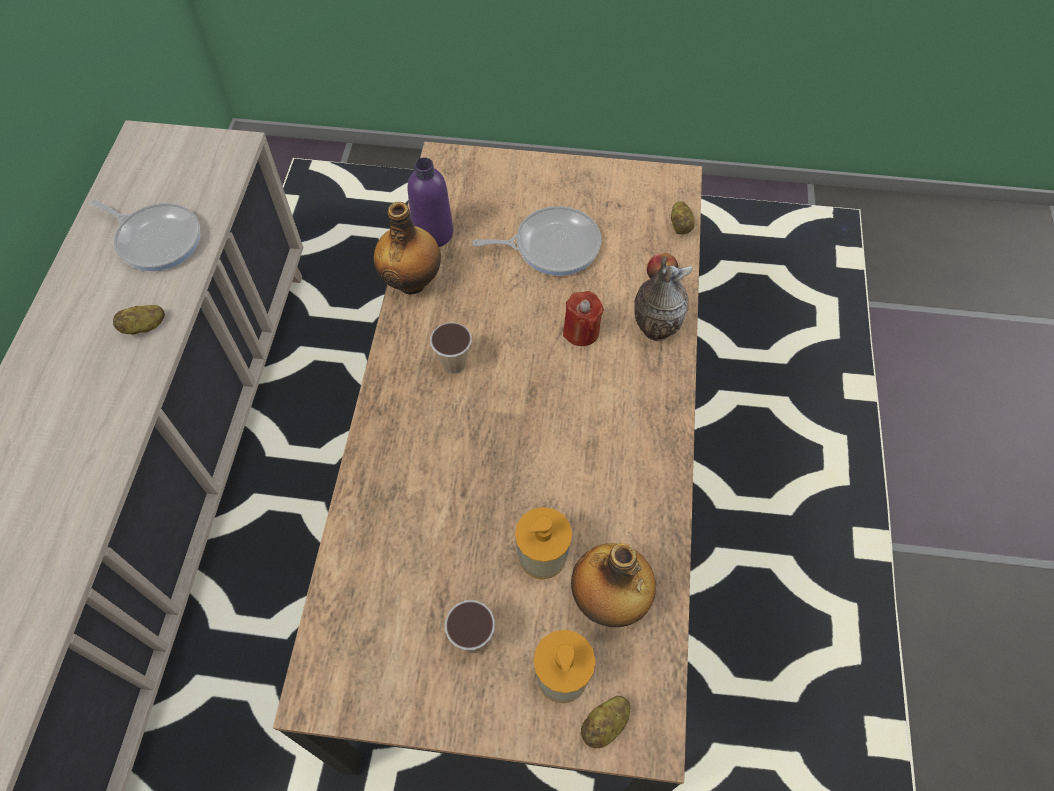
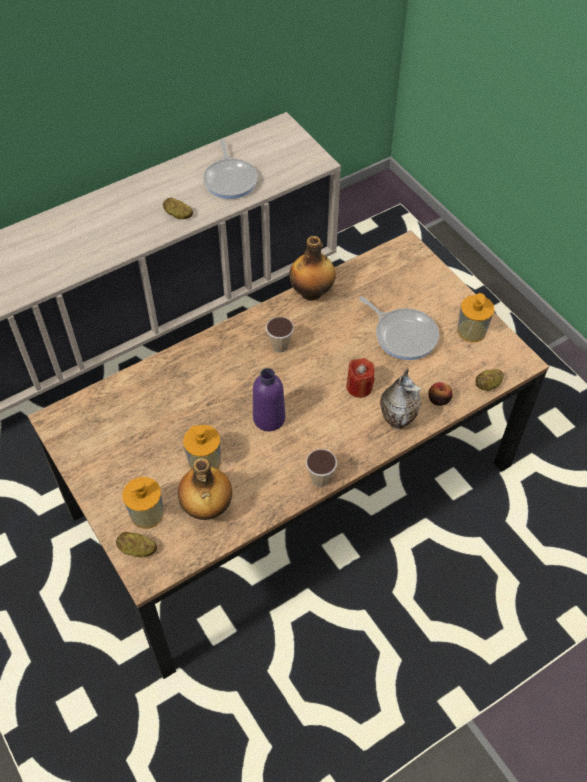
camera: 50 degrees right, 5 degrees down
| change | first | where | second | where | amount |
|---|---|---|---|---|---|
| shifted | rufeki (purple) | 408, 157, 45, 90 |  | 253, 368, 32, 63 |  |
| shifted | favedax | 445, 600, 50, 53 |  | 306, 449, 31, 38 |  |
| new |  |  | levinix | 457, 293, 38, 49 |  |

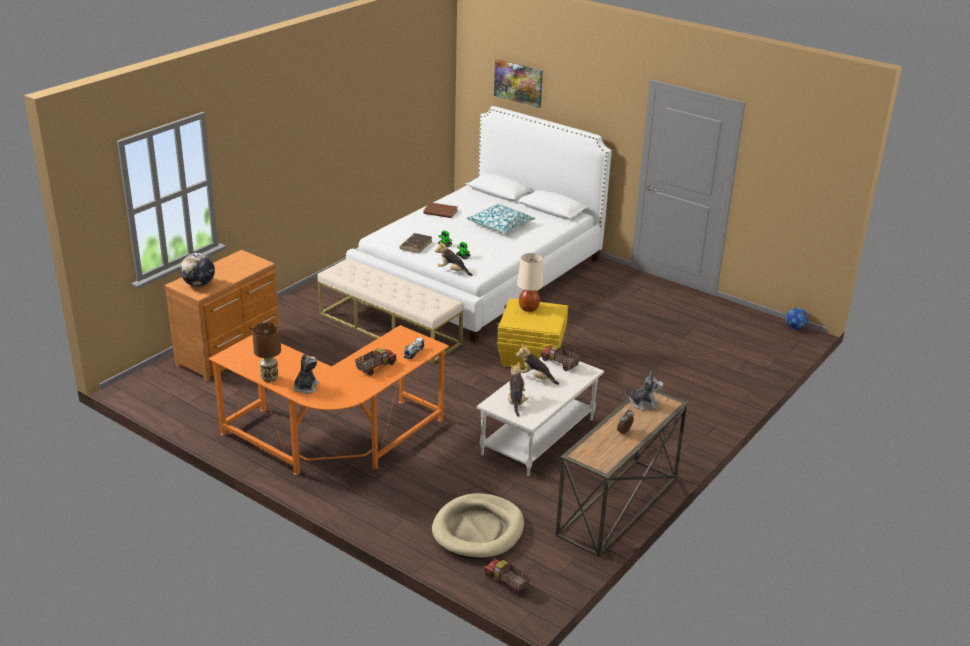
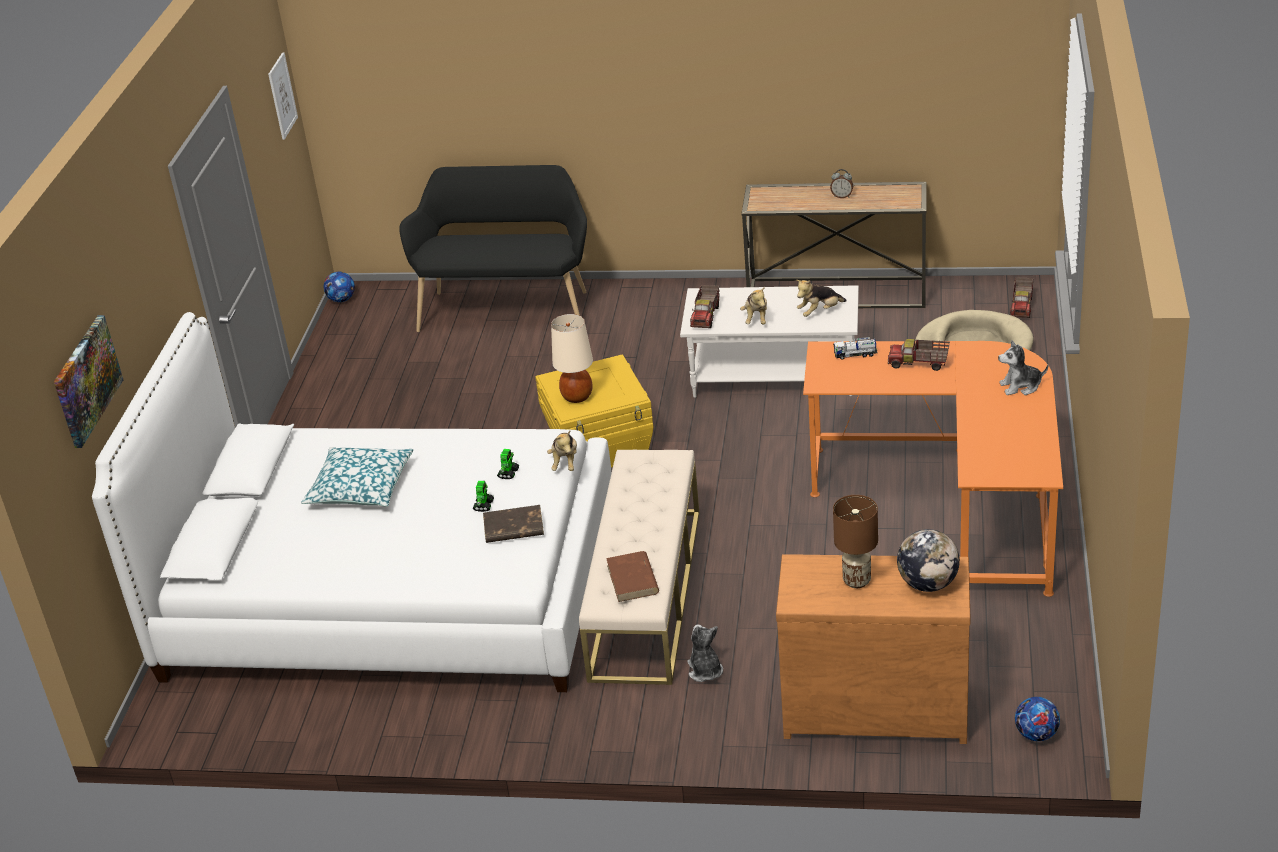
camera: 115 degrees left, 5 degrees up
| change | first | where | second | where | amount |
|---|---|---|---|---|---|
| new |  |  | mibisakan | 268, 52, 30, 88 |  |
| new |  |  | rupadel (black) | 399, 165, 188, 167 |  |
| shifted | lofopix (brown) | 423, 202, 34, 16 |  | 606, 551, 53, 51 |  |
| shifted | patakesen | 625, 372, 39, 39 |  | 687, 625, 36, 57 |  |
| shifted | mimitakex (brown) | 252, 322, 29, 60 |  | 833, 495, 45, 93 |  |
| new |  |  | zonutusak | 1015, 697, 45, 44 |  |

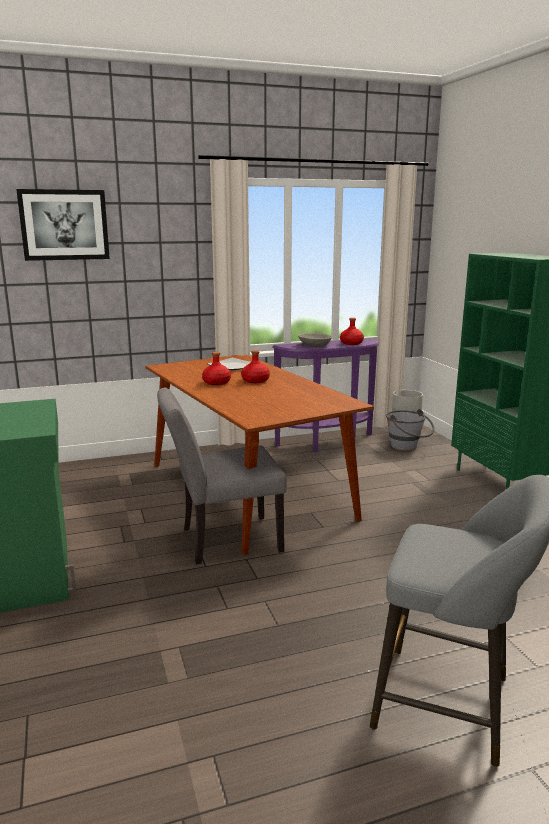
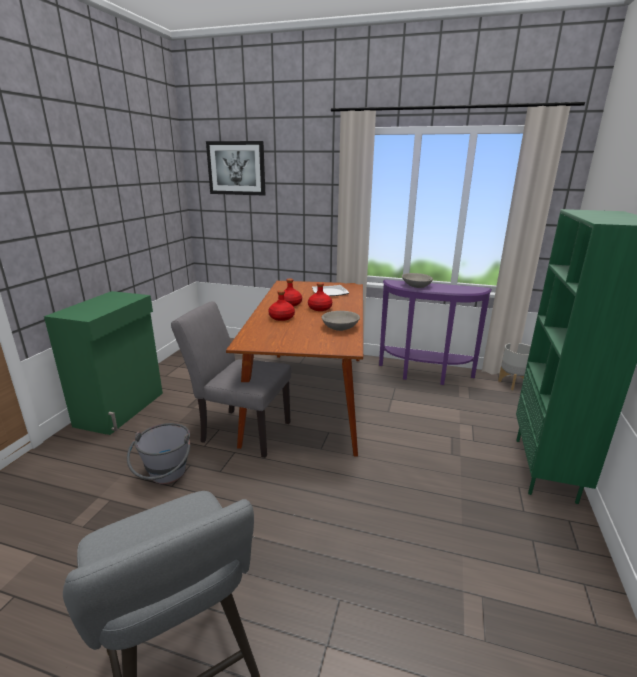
camera: 35 degrees right, 5 degrees up
| change | first | where | second | where | amount |
|---|---|---|---|---|---|
| shifted | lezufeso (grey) | 386, 409, 49, 42 |  | 127, 423, 63, 61 |  |
| shifted | rufeki (red) | 340, 318, 24, 27 |  | 269, 290, 26, 31 |  |
| new |  |  | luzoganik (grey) | 321, 311, 39, 20 |  |

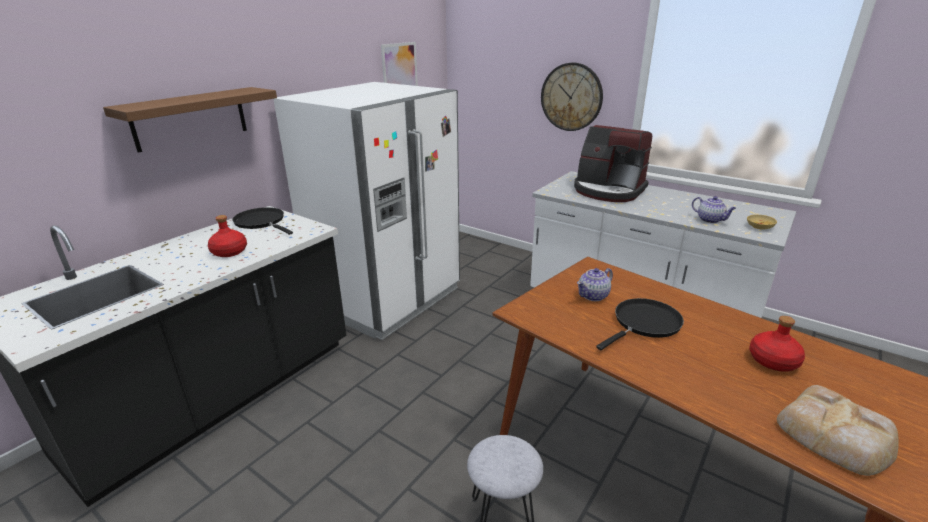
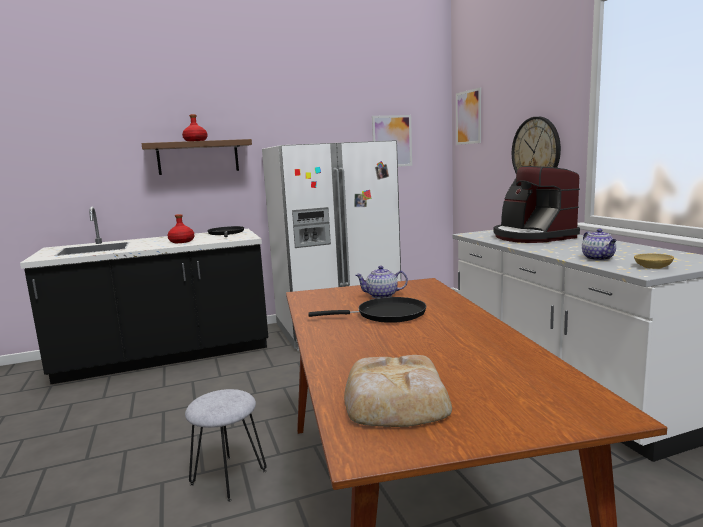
camera: 35 degrees right, 15 degrees down
| change | first | where | second | where | amount |
|---|---|---|---|---|---|
| shifted | rufeki (red) | 749, 316, 56, 56 |  | 182, 114, 26, 27 |  |
| new |  |  | mibisakan | 456, 87, 25, 58 |  |

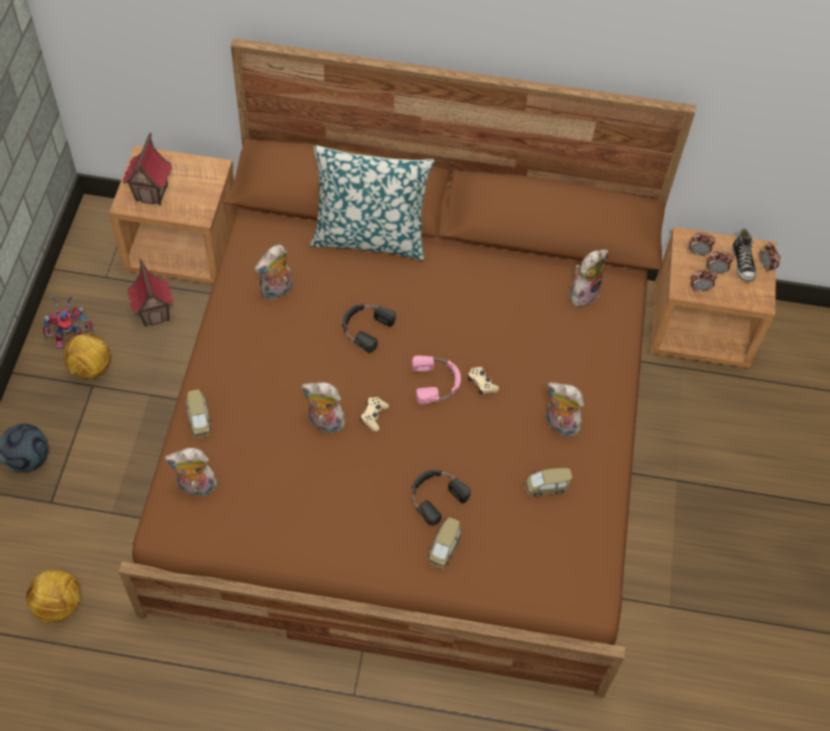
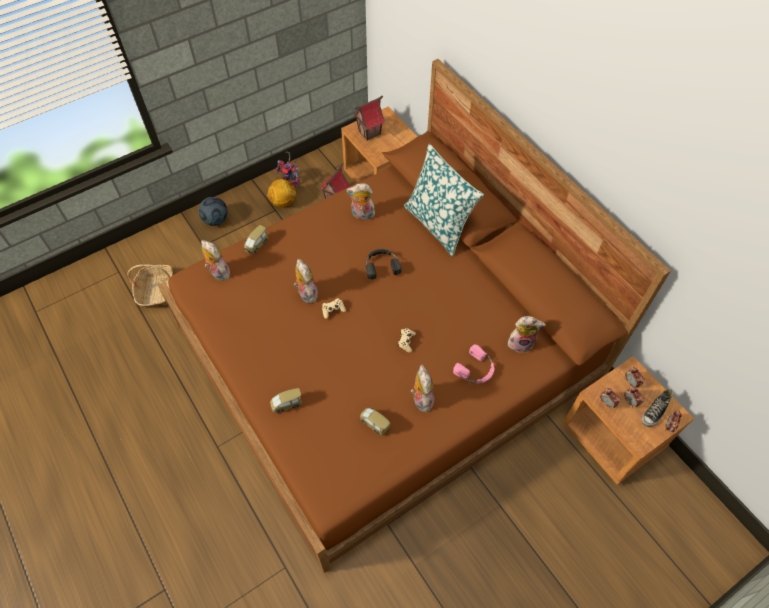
camera: 50 degrees right, 0 degrees up
| change | first | where | second | where | amount |
|---|---|---|---|---|---|
| swapped | zonutusak | 26, 569, 54, 54 | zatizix | 127, 264, 46, 43 |  |
| shifted | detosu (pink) | 412, 355, 49, 50 |  | 453, 344, 42, 40 |  |
| gone | detosu (black) | 412, 470, 59, 56 |  |  |  |

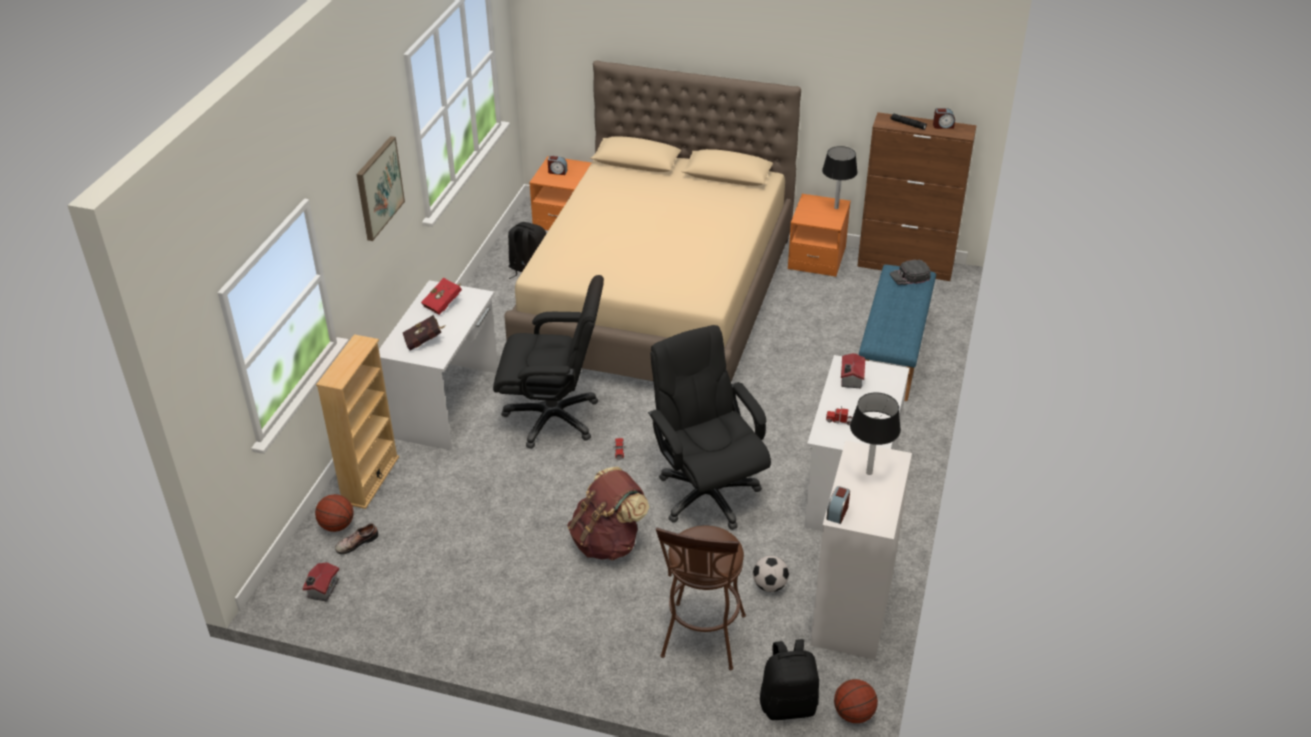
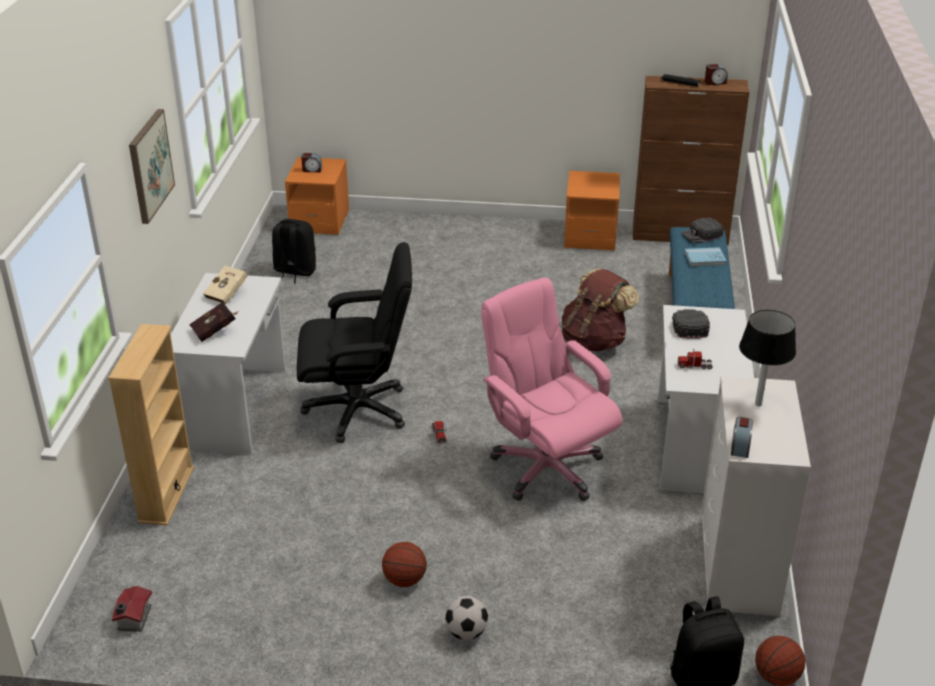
camera: 10 degrees left, 5 degrees down
| change | first | where | second | where | amount |
|---|---|---|---|---|---|
| repainted | lofopix (red) | 421, 278, 41, 37 | lofopix (beige) | 203, 266, 44, 39 |  |
| shifted | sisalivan | 315, 494, 39, 38 |  | 382, 542, 45, 45 |  |
| shifted | zonutusak | 753, 556, 36, 36 |  | 445, 596, 43, 44 |  |
| repainted | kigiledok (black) | 648, 325, 123, 205 | kigiledok (pink) | 481, 278, 141, 223 |  |
| shifted | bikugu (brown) | 567, 467, 82, 93 |  | 562, 268, 77, 84 |  |
| swapped | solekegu | 841, 353, 24, 36 | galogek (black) | 672, 309, 38, 30 |  |
| new |  |  | lofopix (blue) | 685, 247, 41, 20 |  |
| gone | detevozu | 335, 523, 43, 32 |  |  |  |
| gone | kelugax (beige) | 504, 60, 297, 322 |  |  |  |
| gone | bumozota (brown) | 656, 526, 90, 144 |  |  |  |
| gone | mimitakex (black) | 822, 146, 36, 63 |  |  |  |

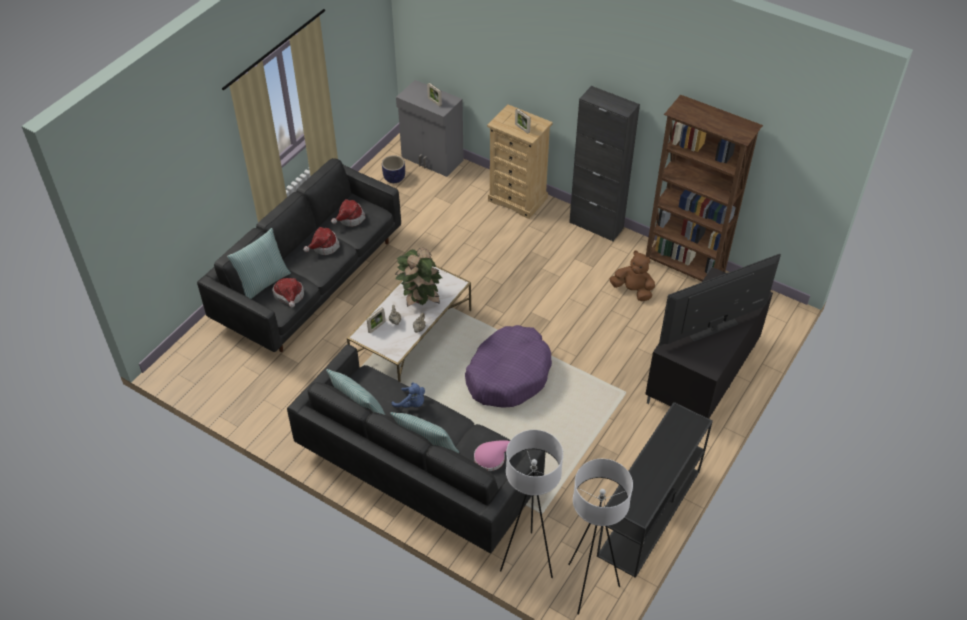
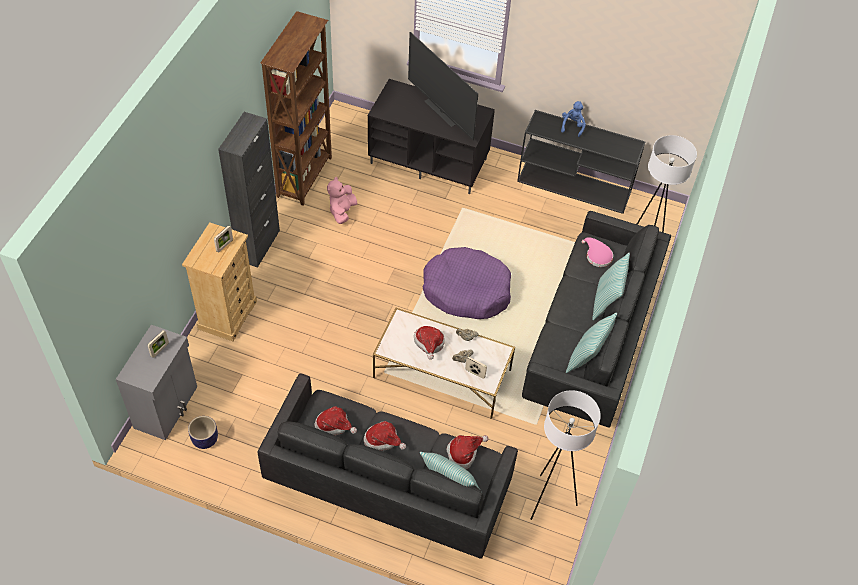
camera: 105 degrees left, 5 degrees up
| change | first | where | second | where | amount |
|---|---|---|---|---|---|
| repainted | patakesen (brown) | 610, 251, 45, 50 | patakesen (pink) | 327, 177, 30, 47 |  |
| swapped | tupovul | 395, 248, 47, 59 | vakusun | 414, 326, 31, 34 |  |
| shifted | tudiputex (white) | 568, 459, 65, 156 |  | 530, 390, 71, 130 |  |
| shifted | patakesen (blue) | 392, 382, 33, 26 |  | 561, 101, 25, 36 |  |

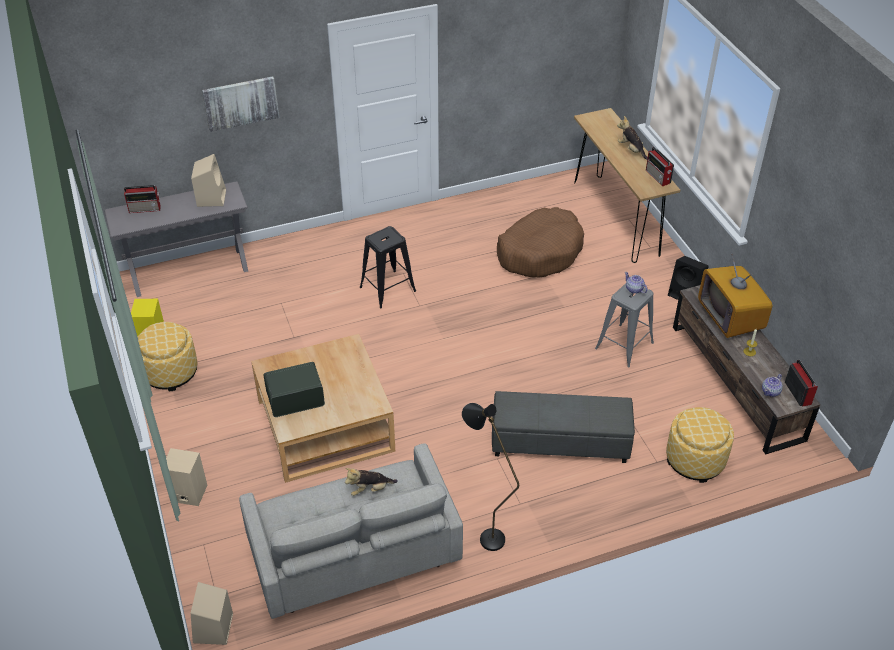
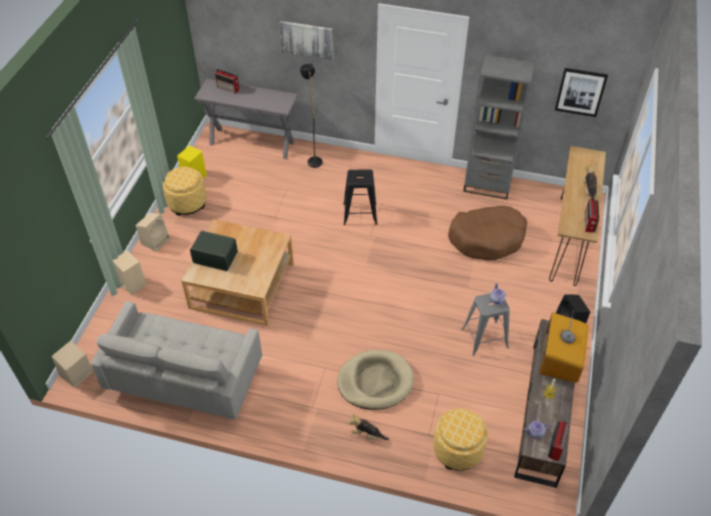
camera: 35 degrees right, 5 degrees up
| change | first | where | second | where | amount |
|---|---|---|---|---|---|
| shifted | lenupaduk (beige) | 191, 154, 35, 53 |  | 136, 213, 34, 39 |  |
| shifted | tudiputex (black) | 462, 403, 57, 148 |  | 300, 63, 22, 105 |  |
| swapped | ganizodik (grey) | 492, 391, 143, 72 | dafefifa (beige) | 337, 350, 77, 60 |  |
| shifted | patakesen | 345, 468, 53, 28 |  | 348, 414, 41, 26 |  |
| new |  |  | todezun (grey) | 463, 54, 72, 146 |  |
| new |  |  | mibisakan | 555, 68, 53, 49 |  |

